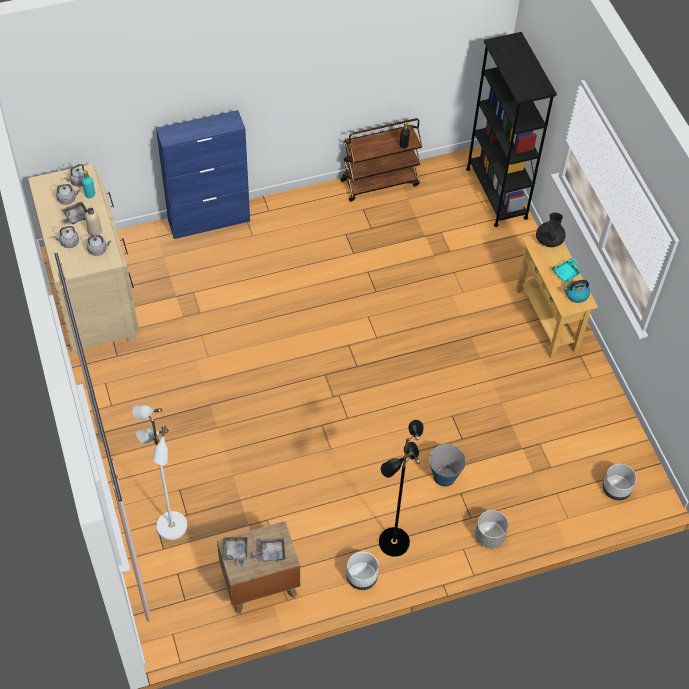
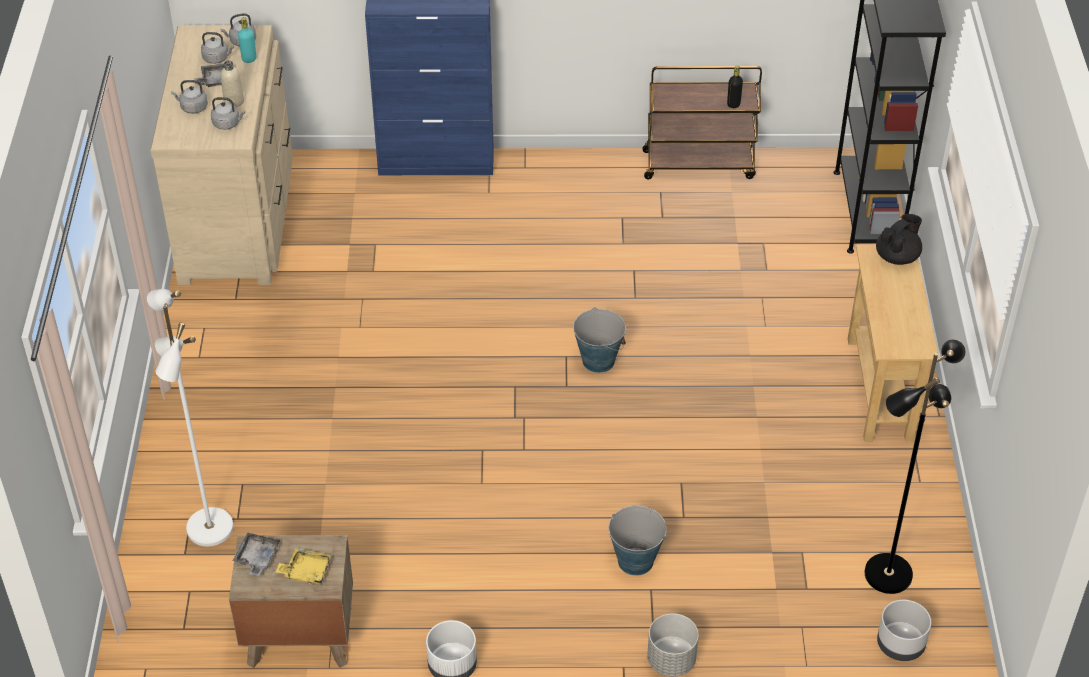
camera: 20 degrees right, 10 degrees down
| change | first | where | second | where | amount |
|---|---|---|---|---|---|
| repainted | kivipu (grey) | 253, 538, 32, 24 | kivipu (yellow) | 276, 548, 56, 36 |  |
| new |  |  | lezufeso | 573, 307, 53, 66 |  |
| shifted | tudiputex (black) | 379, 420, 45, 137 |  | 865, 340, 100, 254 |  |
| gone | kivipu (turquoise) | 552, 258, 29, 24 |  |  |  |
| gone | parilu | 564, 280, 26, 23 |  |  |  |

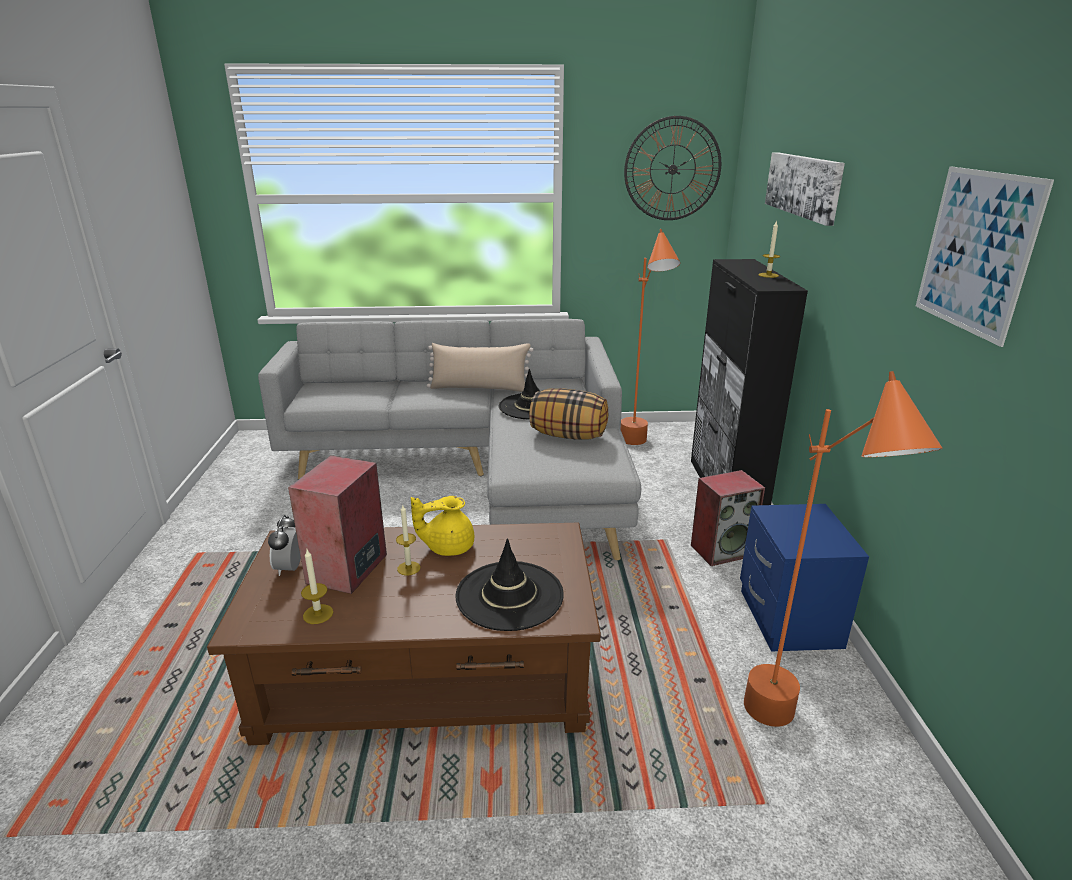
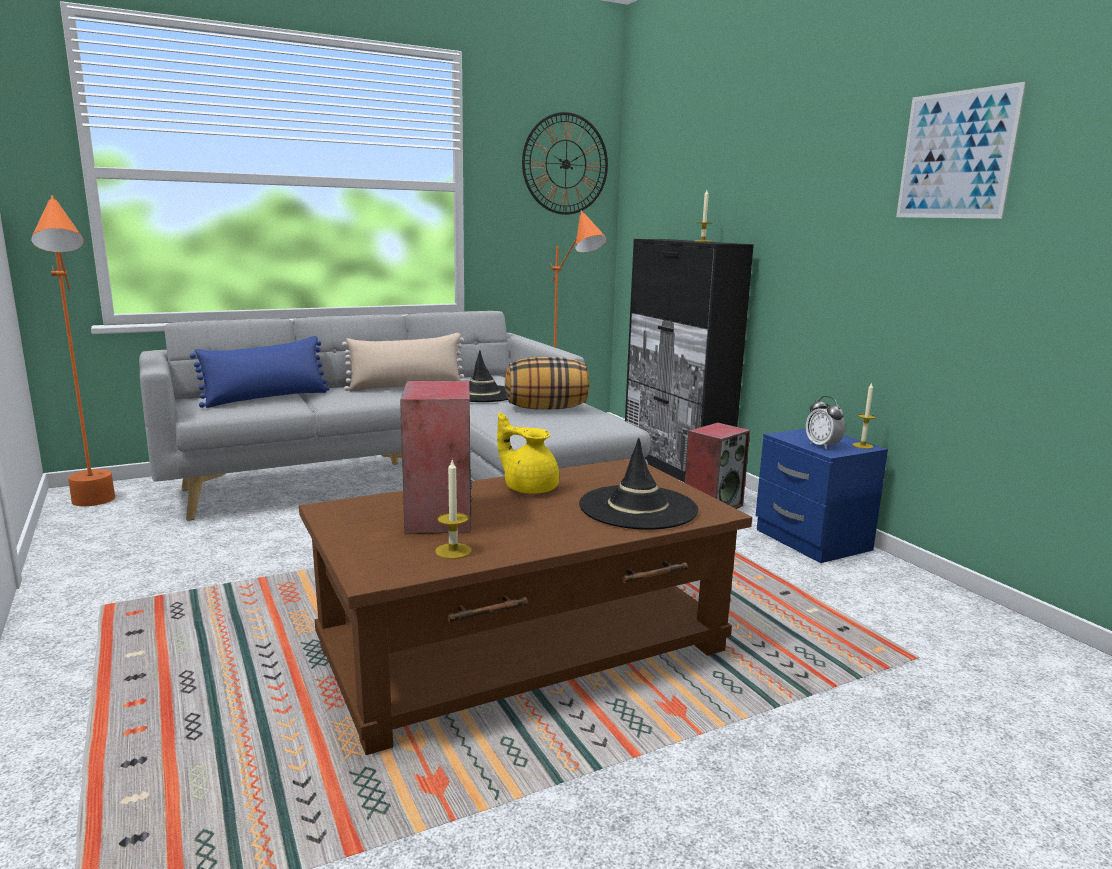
camera: 25 degrees left, 10 degrees down
| change | first | where | second | where | amount |
|---|---|---|---|---|---|
| shifted | tudiputex (orange) | 744, 371, 199, 356 |  | 31, 195, 84, 311 |  |
| new |  |  | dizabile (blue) | 190, 336, 140, 72 |  |
| rotated | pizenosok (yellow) | 411, 496, 63, 60 |  | 497, 412, 62, 82 | 75 degrees clockwise |
| shifted | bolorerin | 268, 515, 33, 61 |  | 806, 396, 39, 54 |  |
| shifted | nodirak | 396, 505, 24, 71 |  | 852, 382, 24, 67 |  |
| gone | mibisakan | 765, 152, 80, 74 |  |  |  |

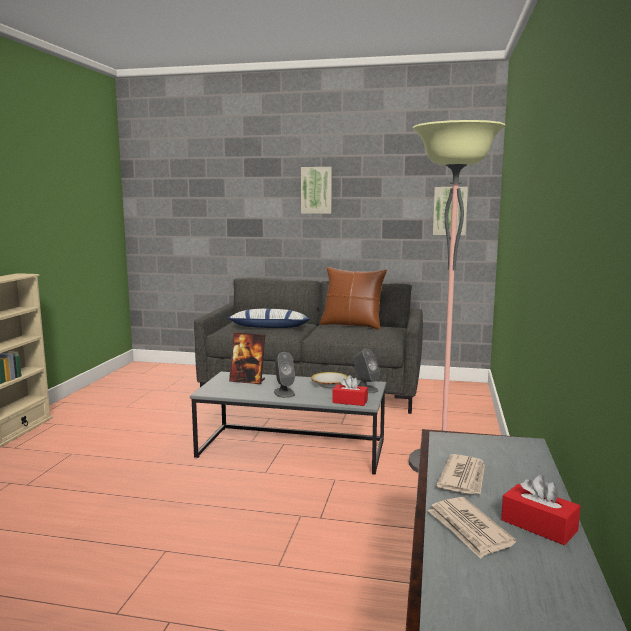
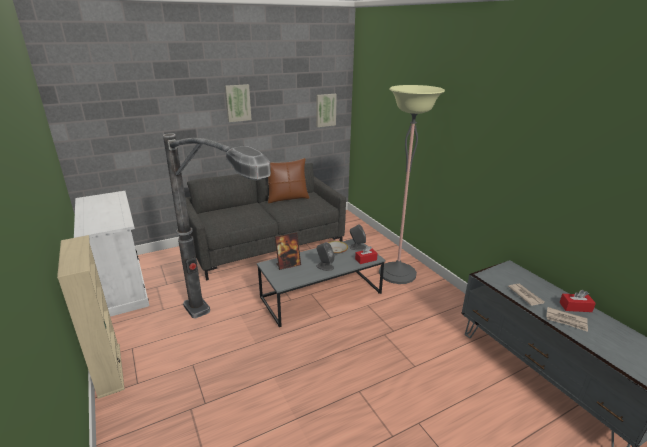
camera: 40 degrees left, 15 degrees up
| change | first | where | second | where | amount |
|---|---|---|---|---|---|
| new |  |  | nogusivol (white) | 74, 191, 75, 126 |  |
| new |  |  | tudiputex | 163, 133, 108, 186 |  |
| gone | dizabile | 227, 309, 83, 19 |  |  |  |

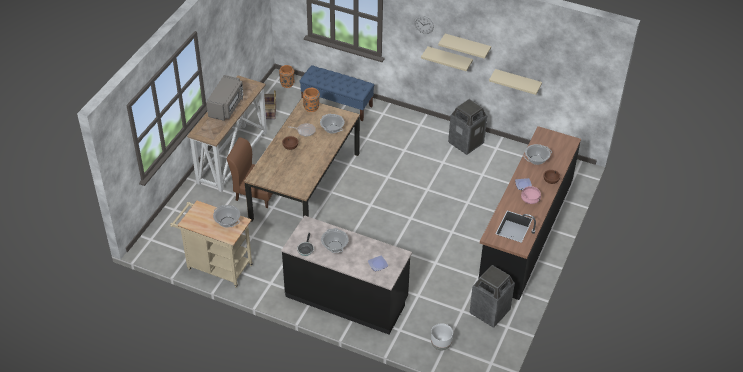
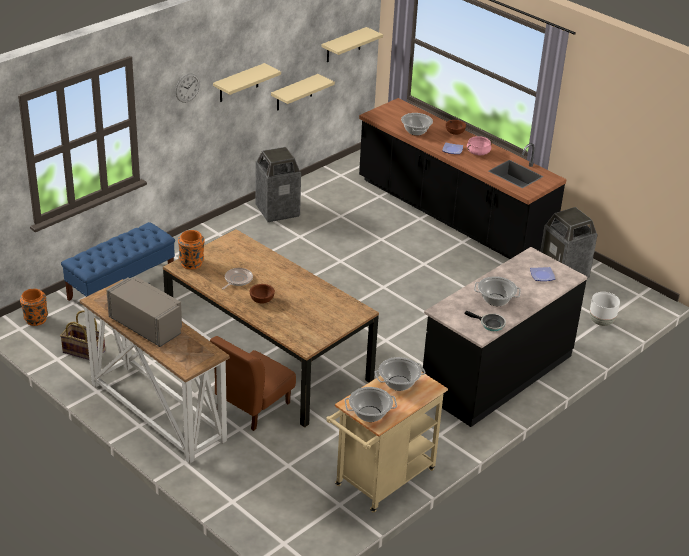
camera: 70 degrees left, 10 degrees down
| change | first | where | second | where | amount |
|---|---|---|---|---|---|
| shifted | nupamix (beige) | 421, 46, 52, 25 |  | 322, 27, 61, 35 |  |
| shifted | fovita | 320, 114, 25, 20 |  | 345, 387, 52, 35 |  |

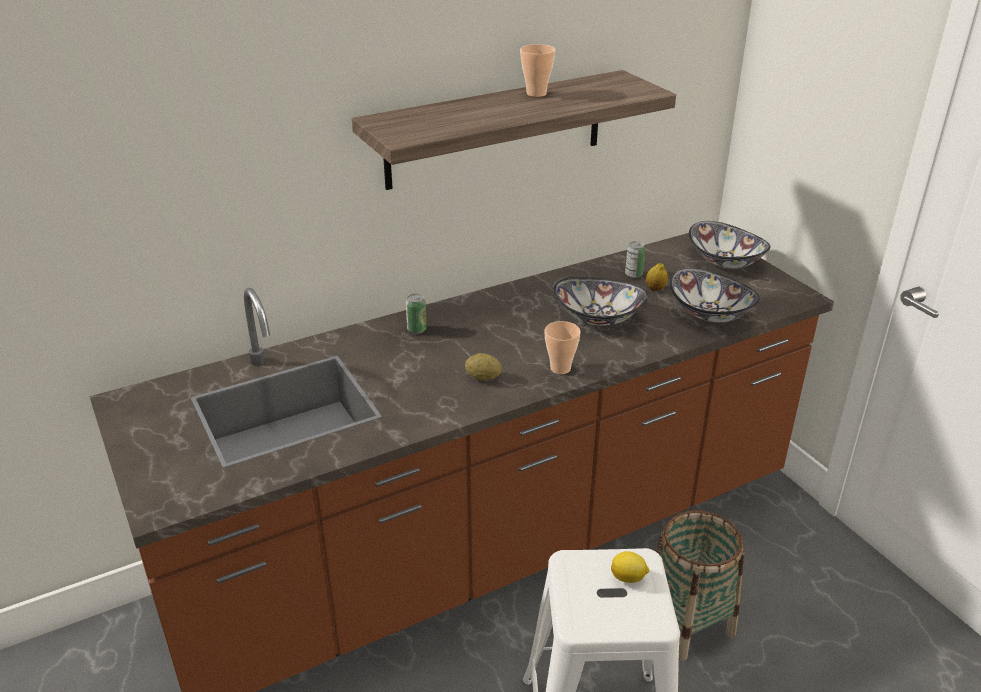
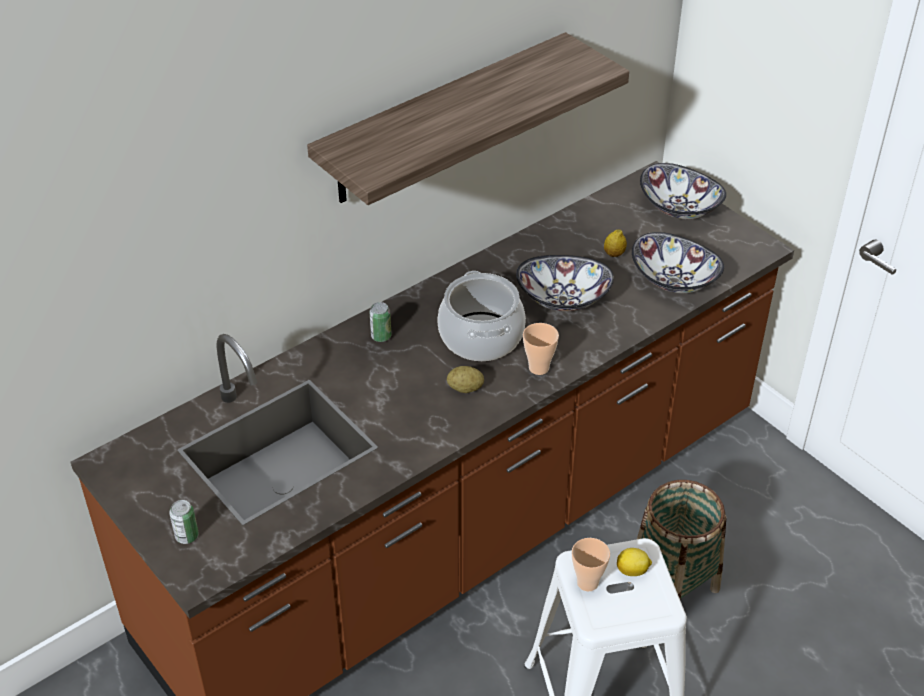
camera: 10 degrees left, 10 degrees up
| change | first | where | second | where | amount |
|---|---|---|---|---|---|
| shifted | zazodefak | 625, 241, 20, 37 |  | 169, 500, 30, 44 |  |
| new |  |  | fovita | 437, 271, 89, 90 |  |
| shifted | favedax | 520, 44, 35, 53 |  | 572, 538, 38, 54 |  |

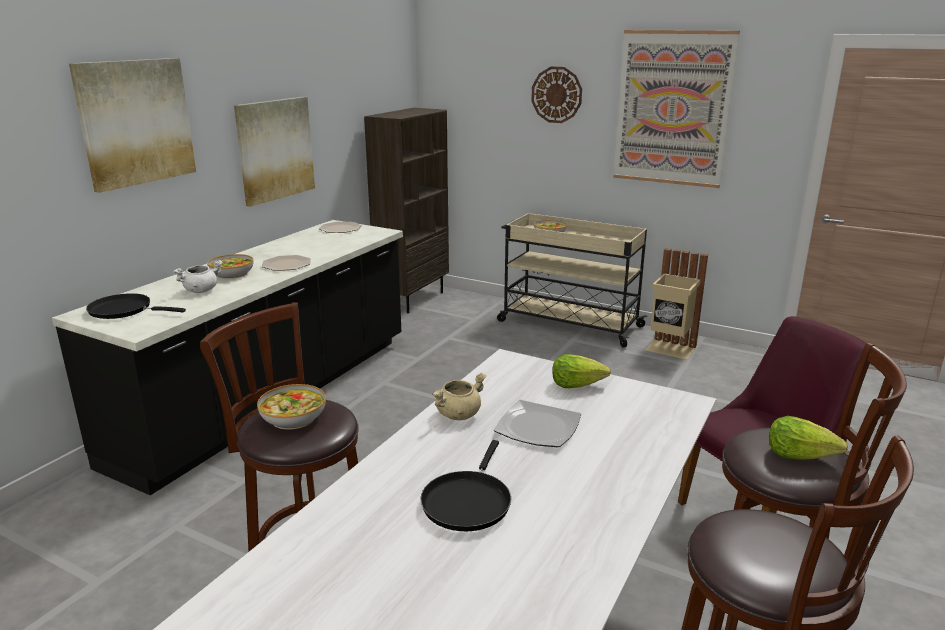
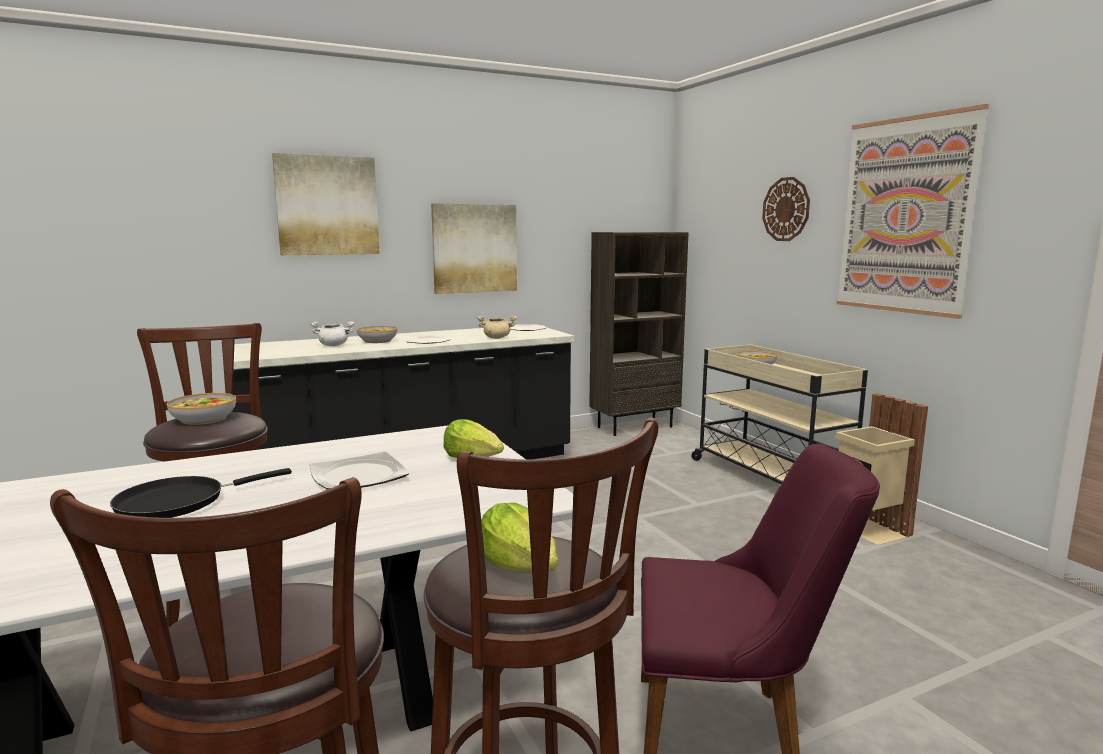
camera: 35 degrees right, 10 degrees down
| change | first | where | second | where | amount |
|---|---|---|---|---|---|
| shifted | fovita (beige) | 433, 373, 54, 47 |  | 477, 315, 40, 24 |  |
| gone | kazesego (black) | 86, 293, 100, 26 |  |  |  |

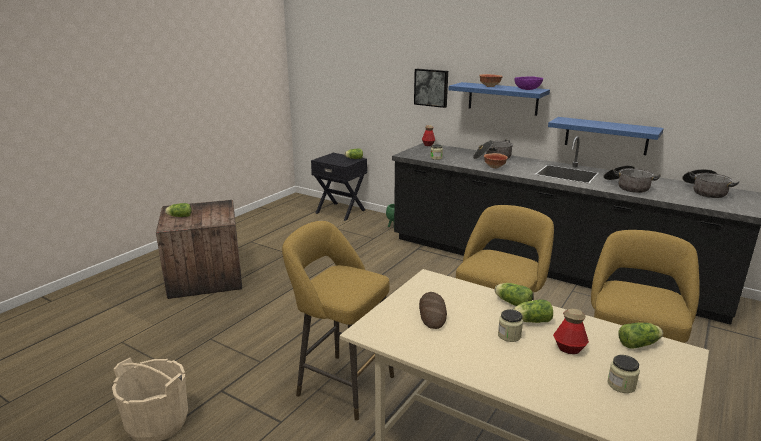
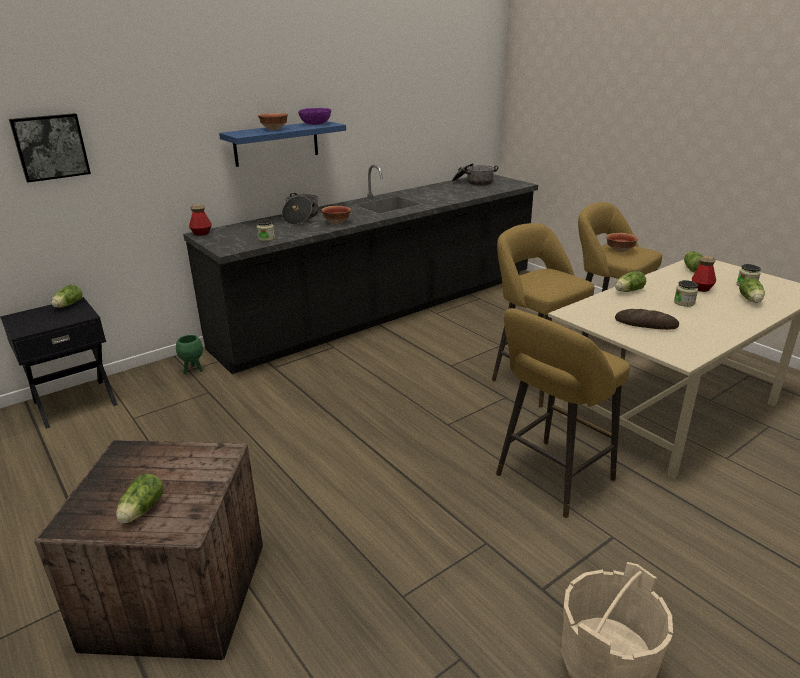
camera: 70 degrees left, 5 degrees up
| change | first | where | second | where | amount |
|---|---|---|---|---|---|
| shifted | mibisakan | 414, 69, 34, 39 |  | 9, 113, 82, 70 |  |
| new |  |  | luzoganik | 606, 233, 32, 19 |  |
| shifted | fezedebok | 512, 300, 41, 23 |  | 739, 278, 26, 25 |  |
| gone | nupamix (blue) | 548, 117, 116, 38 |  |  |  |
| gone | fovita | 603, 165, 58, 28 |  |  |  |

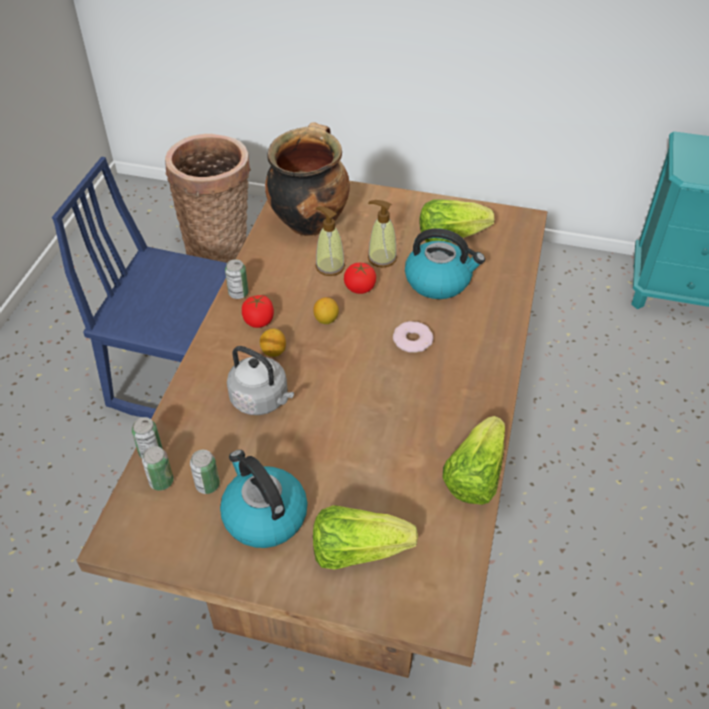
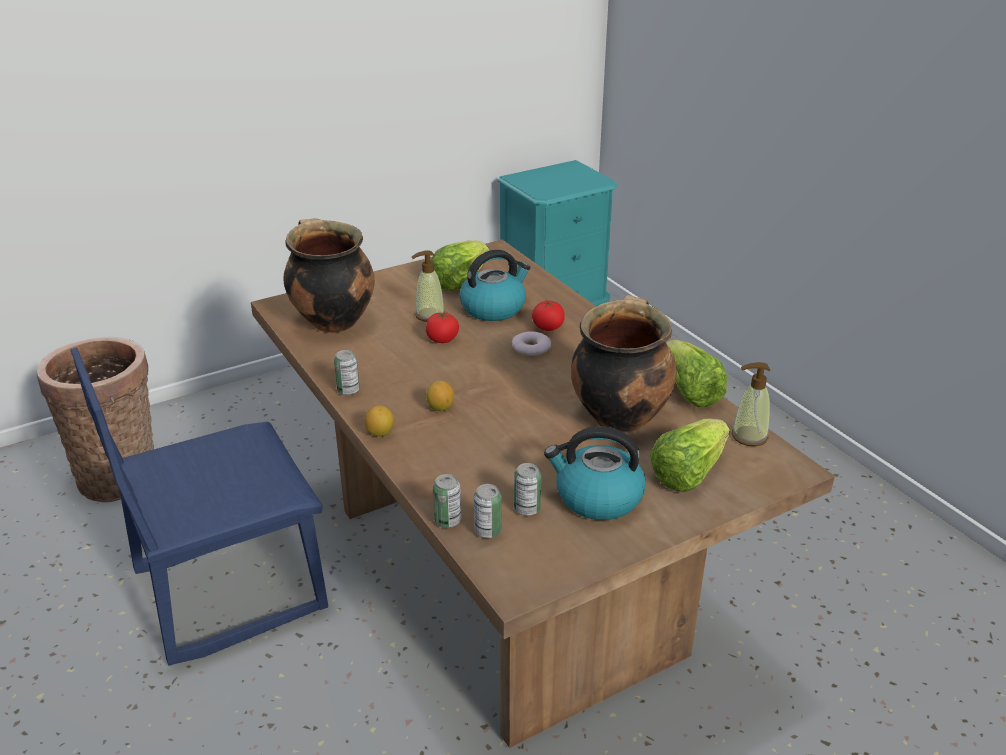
camera: 45 degrees left, 15 degrees down
| change | first | where | second | where | amount |
|---|---|---|---|---|---|
| shifted | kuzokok | 313, 297, 26, 27 |  | 364, 405, 30, 32 |  |
| shifted | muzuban | 242, 295, 32, 33 |  | 532, 300, 33, 31 |  |
| new |  |  | fovita | 571, 295, 106, 138 |  |
| shifted | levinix | 316, 206, 29, 70 |  | 732, 362, 38, 84 |  |
| gone | parilu (grey) | 227, 346, 67, 69 |  |  |  |

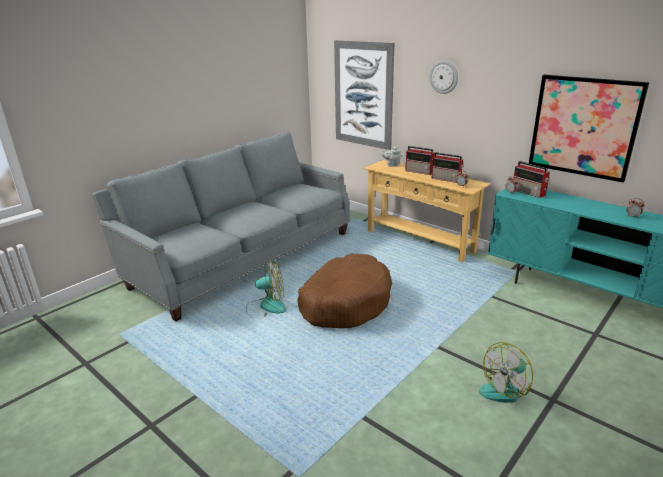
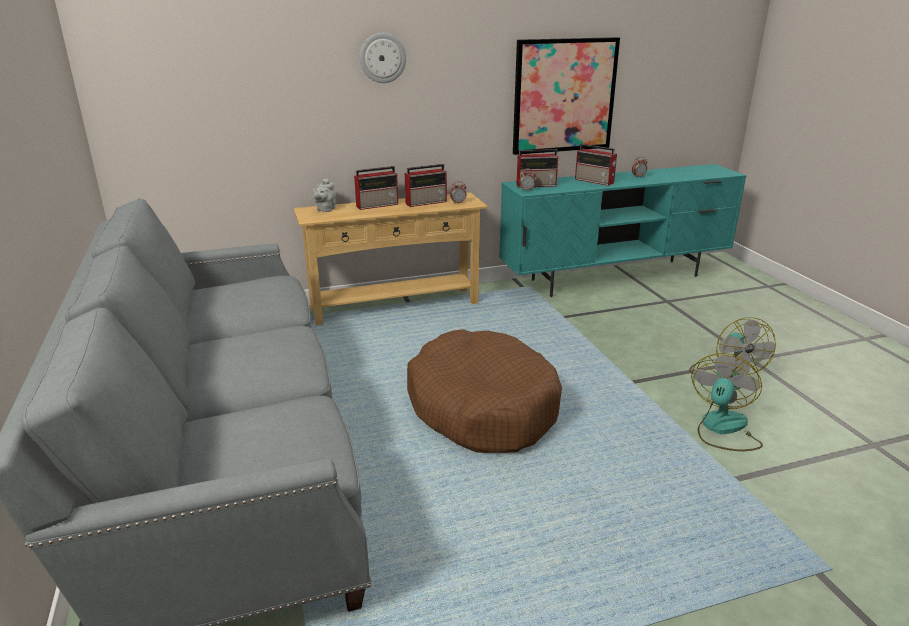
camera: 60 degrees left, 0 degrees up
| change | first | where | second | where | amount |
|---|---|---|---|---|---|
| new |  |  | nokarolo | 575, 144, 42, 42 |  |
| shifted | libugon | 246, 261, 40, 56 |  | 691, 353, 72, 98 |  |
| gone | mibisakan | 334, 40, 61, 110 |  |  |  |

